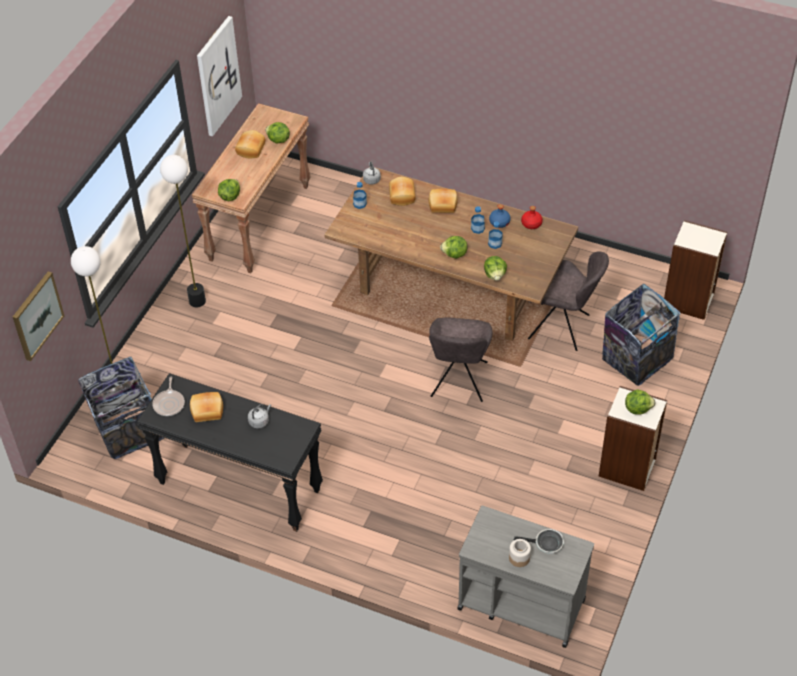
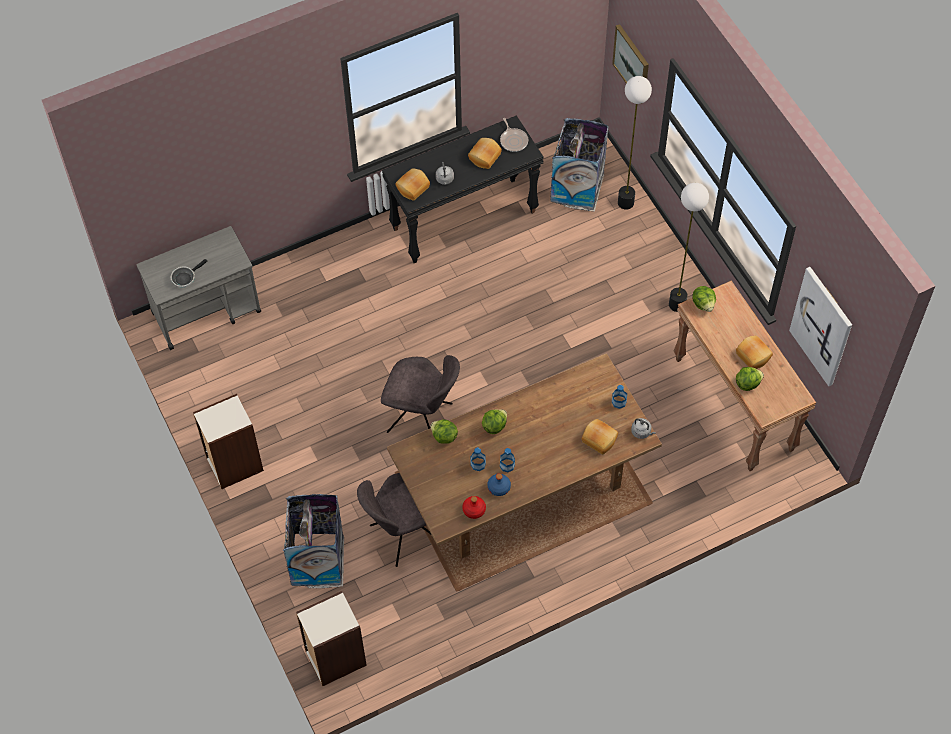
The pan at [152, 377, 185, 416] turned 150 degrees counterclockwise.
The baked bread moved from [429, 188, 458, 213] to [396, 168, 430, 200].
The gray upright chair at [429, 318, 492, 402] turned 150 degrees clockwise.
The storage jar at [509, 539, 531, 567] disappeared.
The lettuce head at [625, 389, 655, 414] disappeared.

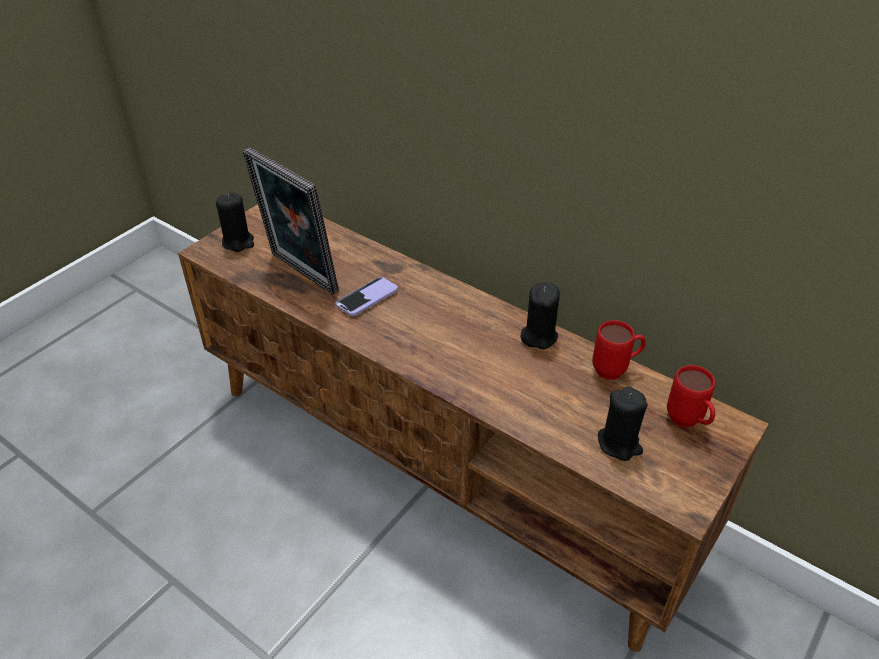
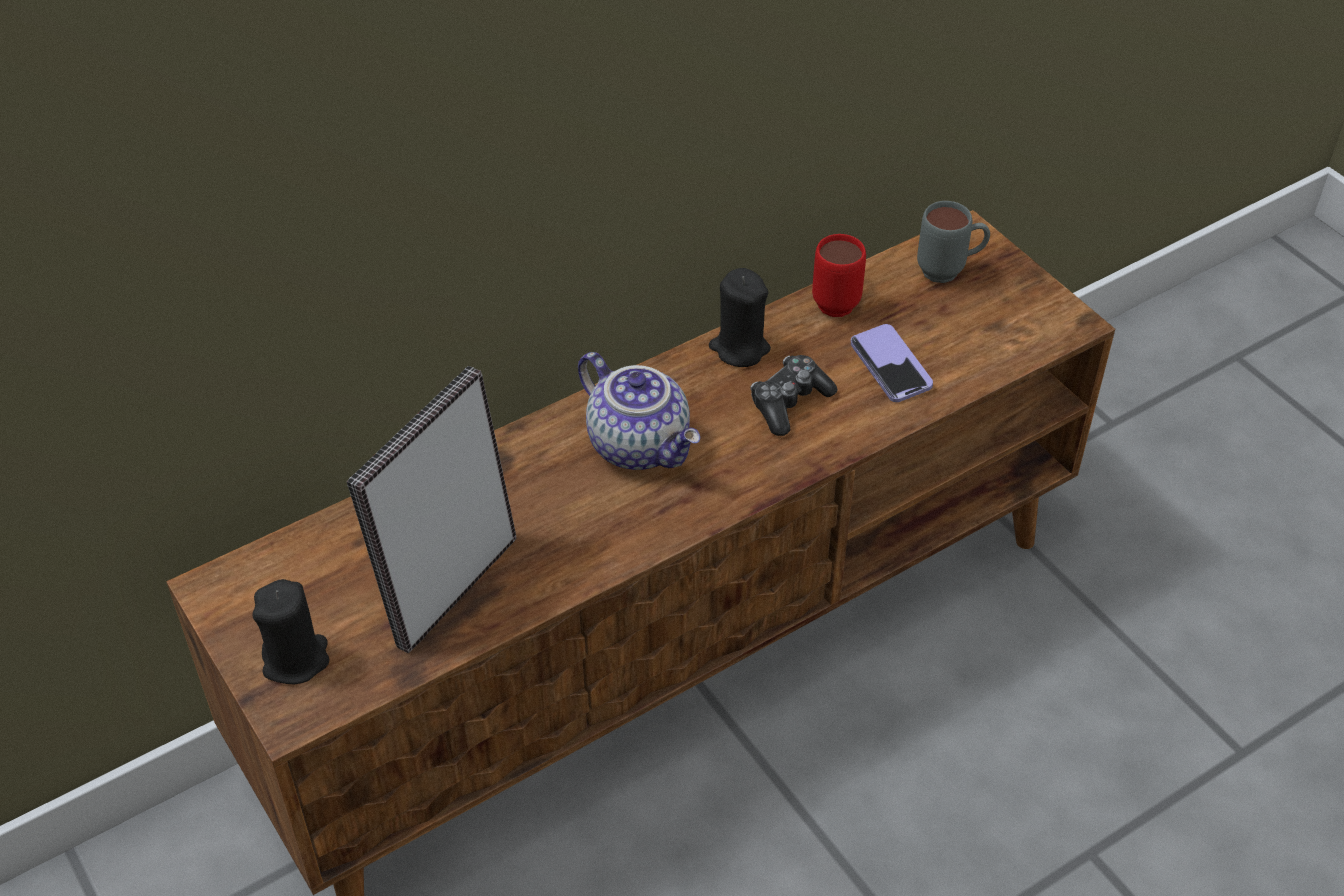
The picture frame at [243, 147, 339, 295] turned 150 degrees clockwise.
The telephone moved from [336, 277, 398, 316] to [851, 324, 933, 402].
The black wax candle at [598, 387, 647, 461] disappeared.
The red-coloured coffee mug at [667, 365, 715, 428] became the gray coffee mug at [917, 201, 990, 283].
The tea pot at [578, 352, 700, 470] appeared.
The joypad at [750, 355, 837, 436] appeared.

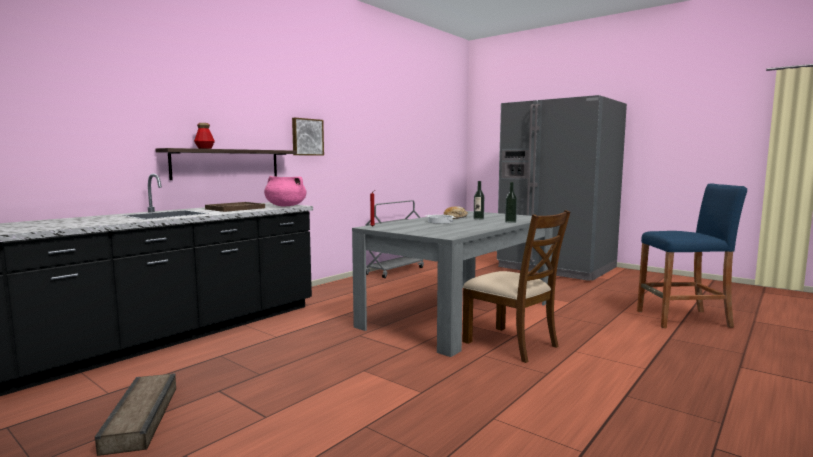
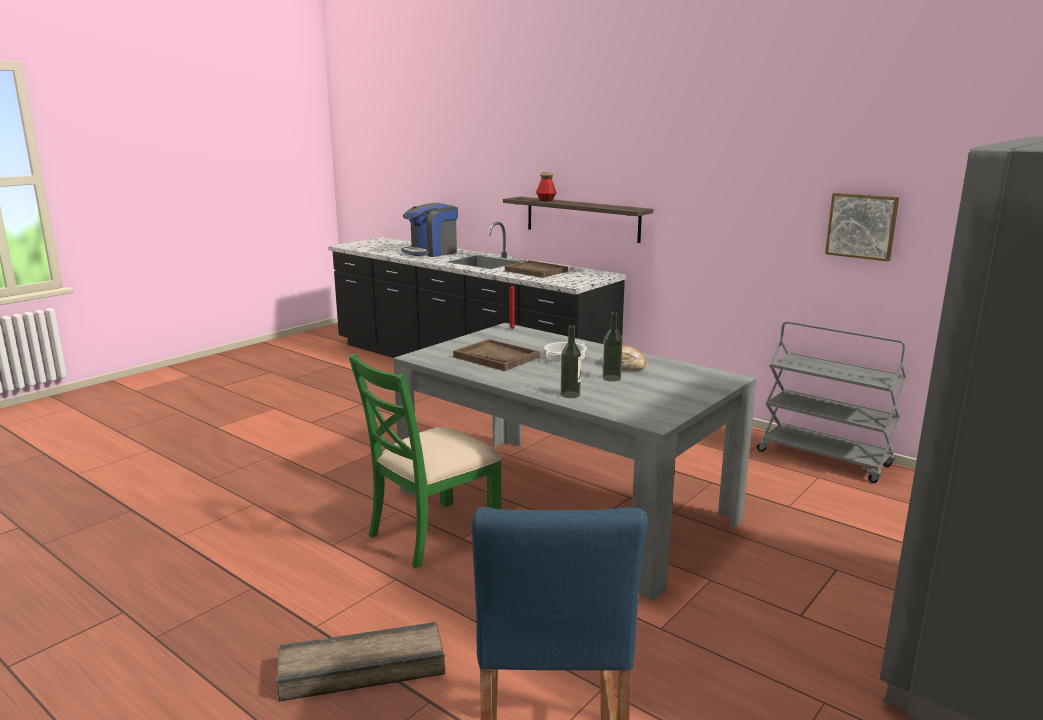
The crate moved from [95, 373, 176, 456] to [277, 622, 445, 701].
The pink-coloured saucepot at [264, 176, 307, 206] disappeared.
The wall picture moved from [292, 118, 324, 156] to [825, 193, 899, 261].
The brownish upright chair at [463, 210, 570, 363] became the greenish upright chair at [349, 353, 502, 568].
The coffee machine at [401, 203, 458, 257] appeared.
The brownish carrying tray at [453, 339, 540, 371] appeared.

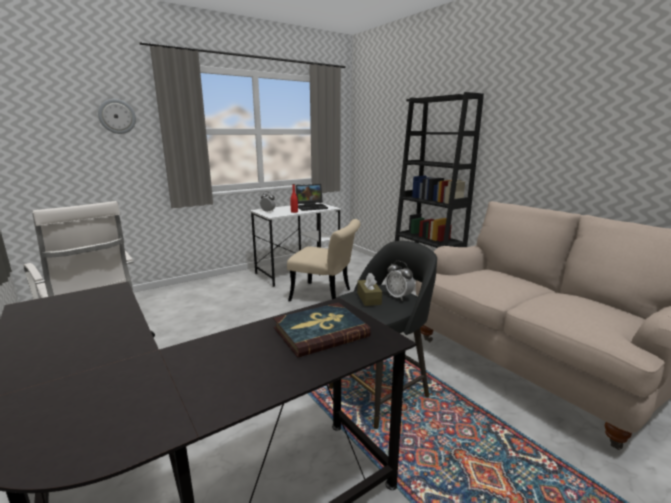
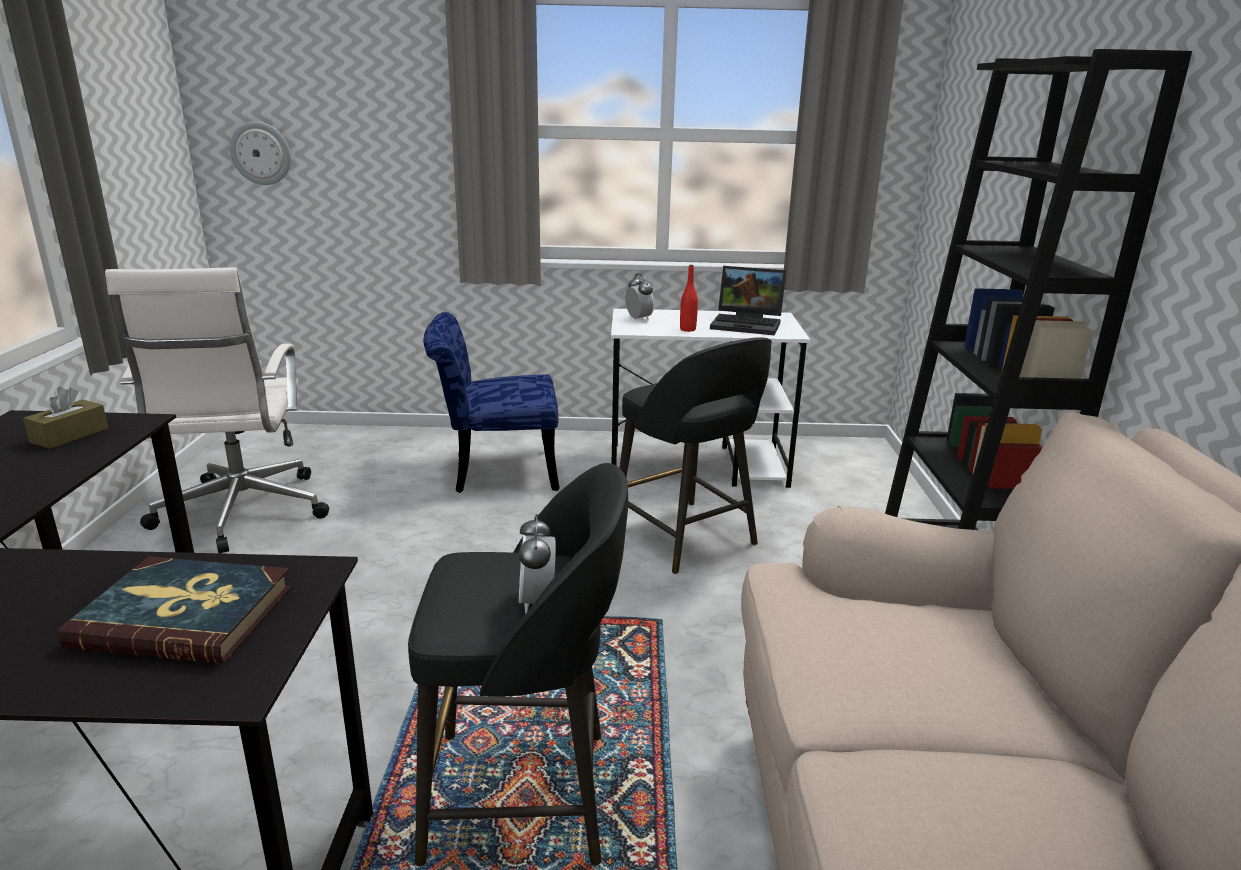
The hanging clock moved from [98, 99, 136, 134] to [230, 121, 291, 185].
The beige-coloured upright chair at [287, 219, 361, 301] was replaced by the black sitting stool at [619, 337, 772, 574].
The brownish tissue box moved from [357, 273, 382, 306] to [23, 387, 108, 449].
The blue upright chair at [423, 312, 559, 493] appeared.

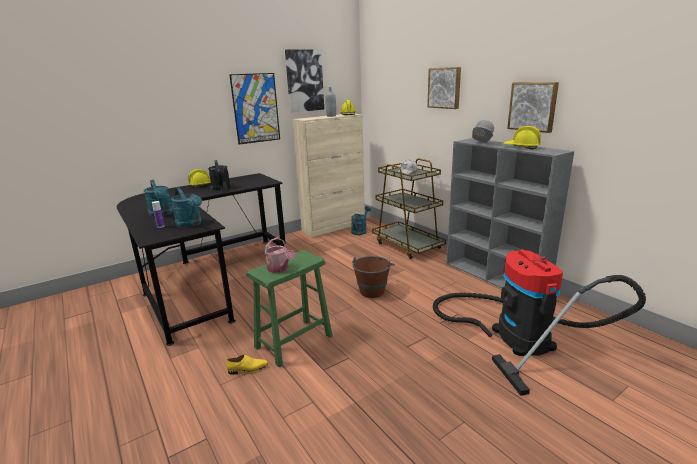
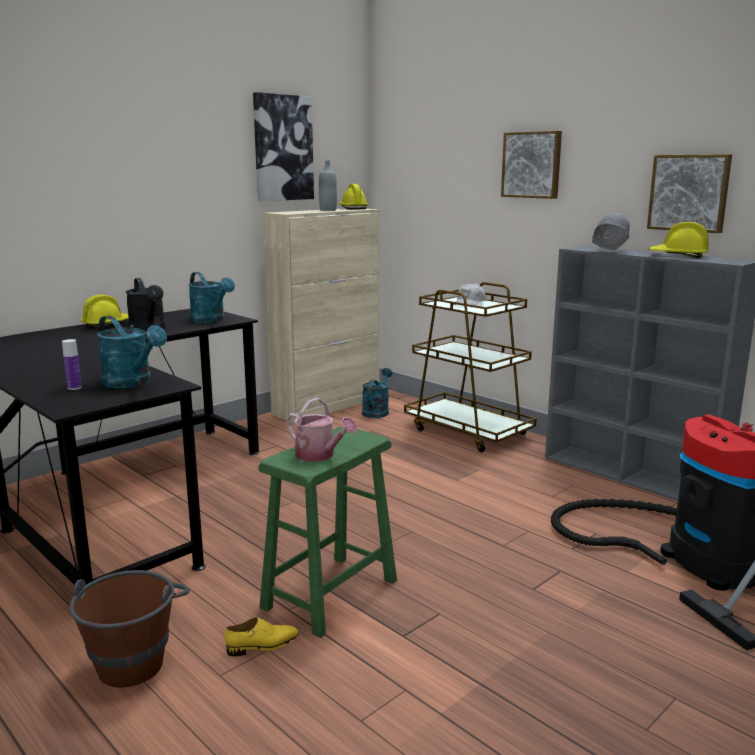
The turquoise-coloured sprinkling can moved from [143, 180, 173, 217] to [188, 272, 235, 323].
The wall picture at [229, 73, 280, 145] disappeared.
The brownish pail moved from [352, 256, 395, 298] to [69, 570, 190, 687].

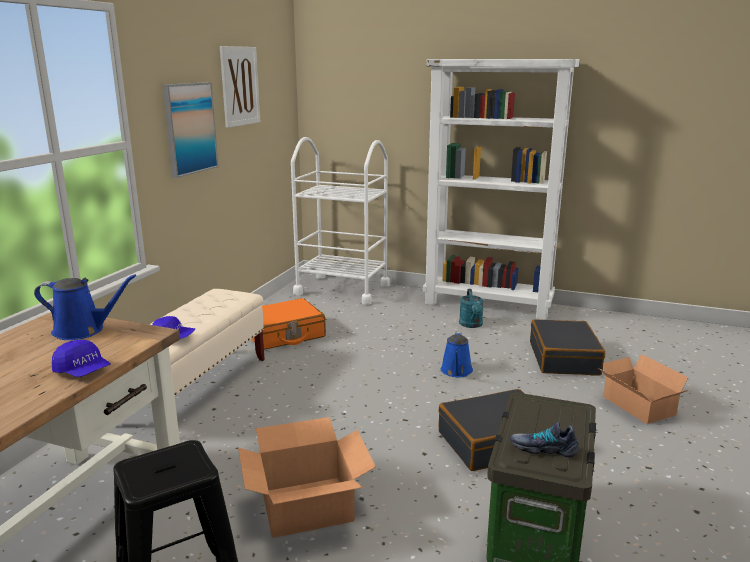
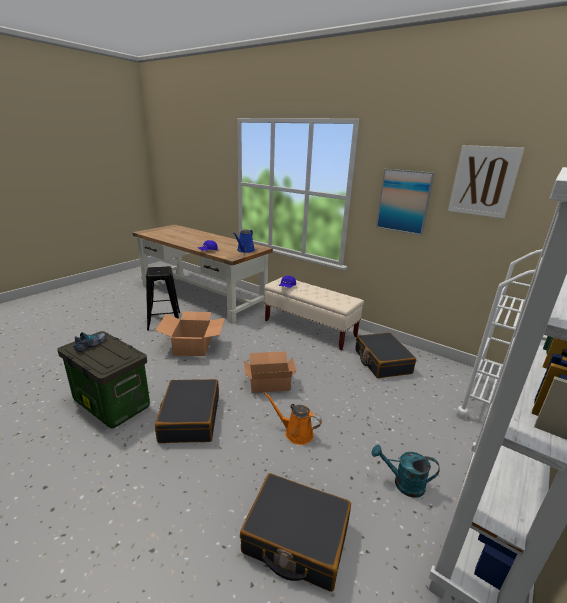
The orange suitcase at [252, 298, 326, 350] became the black suitcase at [355, 332, 416, 378].
The blue sprinkling can at [441, 332, 473, 377] became the orange sprinkling can at [264, 392, 322, 445].
The cardboard box moved from [598, 354, 688, 424] to [244, 351, 297, 393].

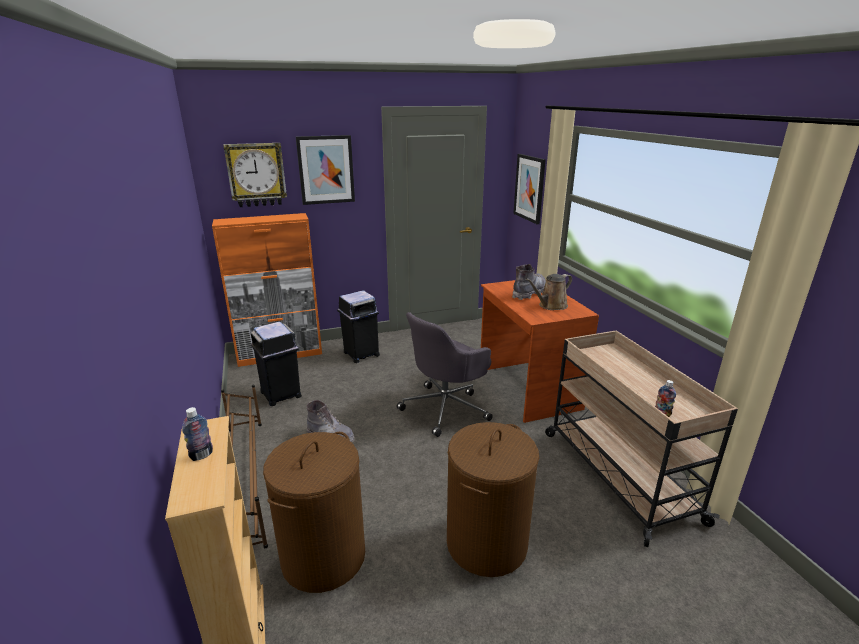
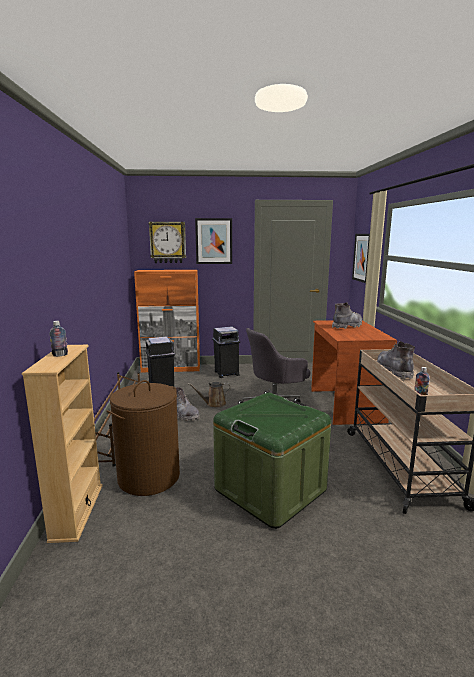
The brownish hamper at [447, 422, 539, 577] was replaced by the greenish storage container at [213, 393, 331, 529].
The brownish sprinkling can moved from [526, 274, 572, 310] to [188, 382, 231, 408].
The gray boot at [377, 341, 415, 379] appeared.

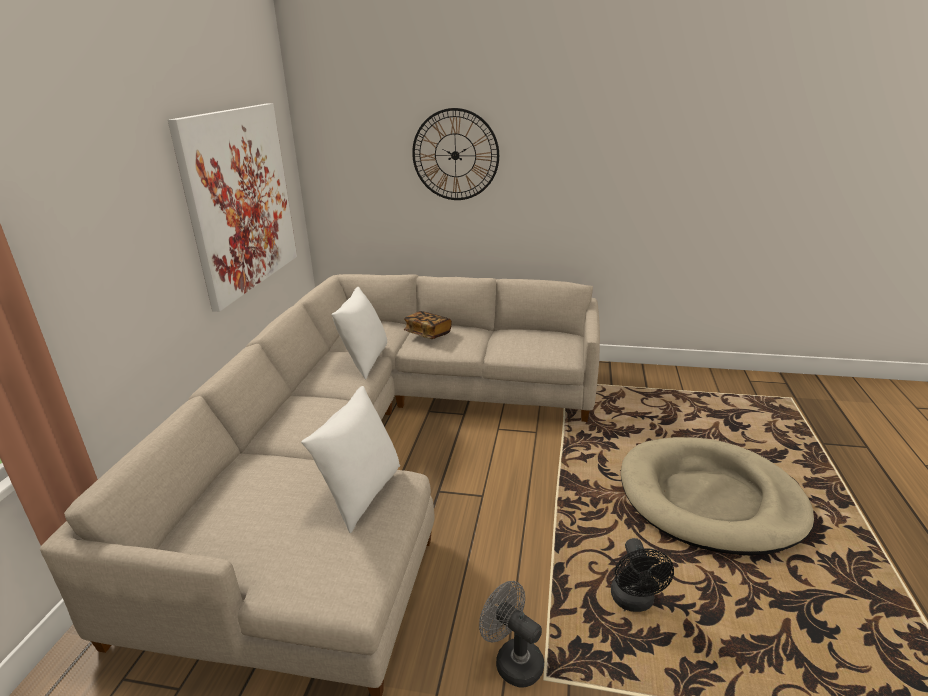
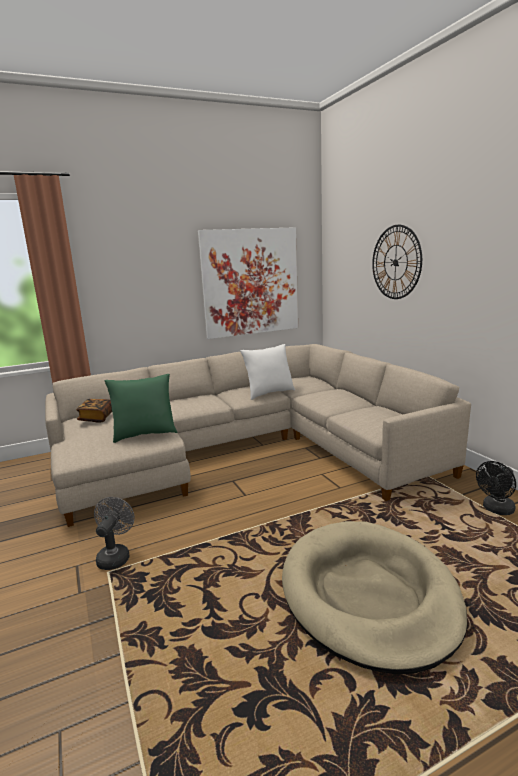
The whitish pillow at [301, 386, 400, 533] became the greenish pillow at [105, 374, 178, 443].
The bound book moved from [404, 311, 452, 339] to [76, 399, 112, 423].
The black electric fan moved from [611, 538, 674, 612] to [476, 461, 516, 515].

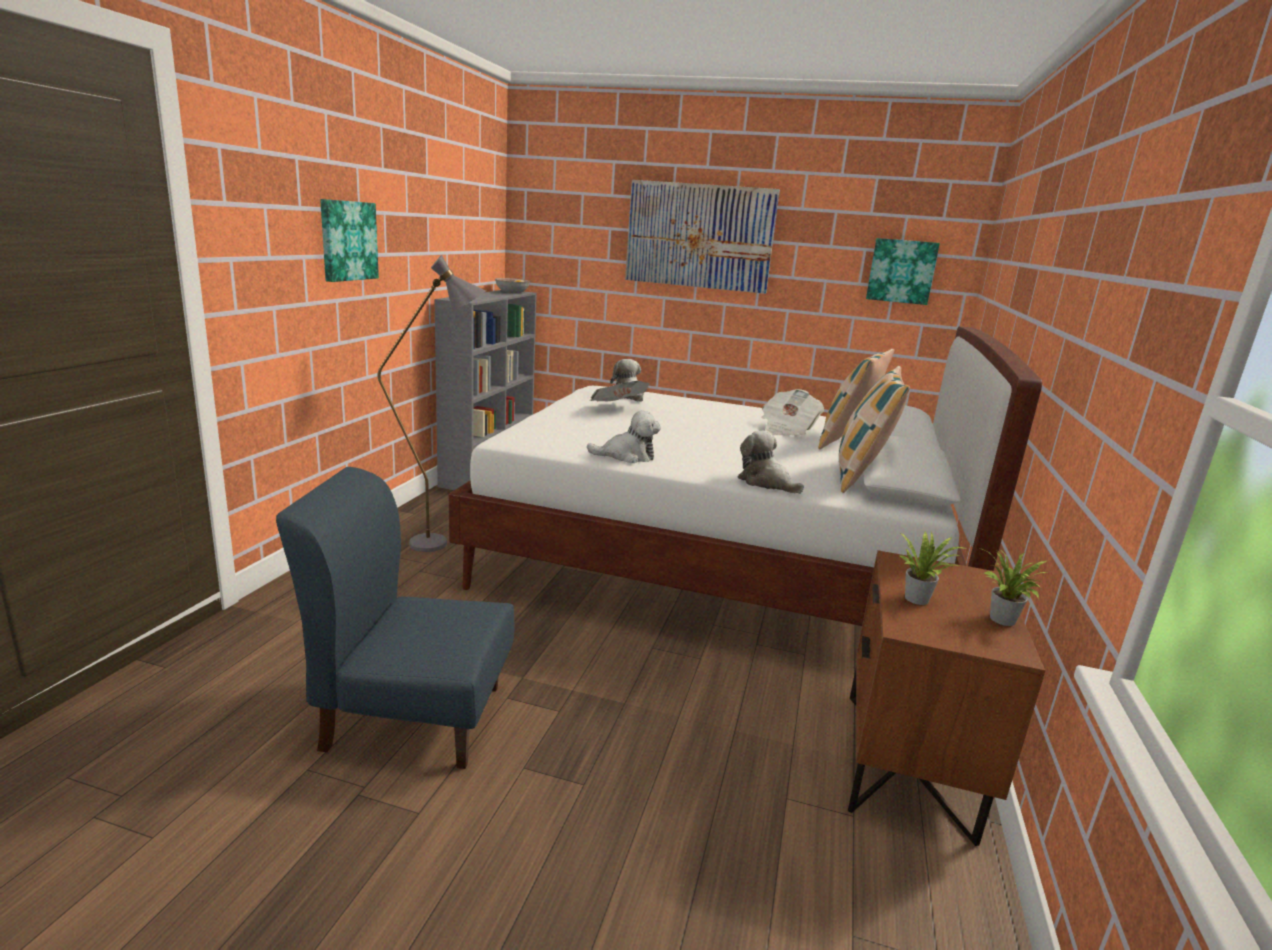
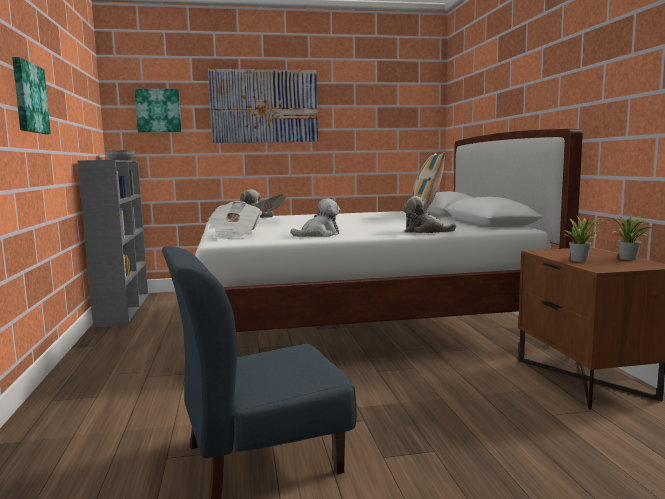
The gray floor lamp at [378, 255, 486, 552] disappeared.
The daily paper moved from [761, 389, 824, 435] to [208, 201, 262, 239].
The pillow at [839, 366, 910, 493] disappeared.
The wall picture moved from [866, 238, 940, 305] to [135, 89, 182, 132].

